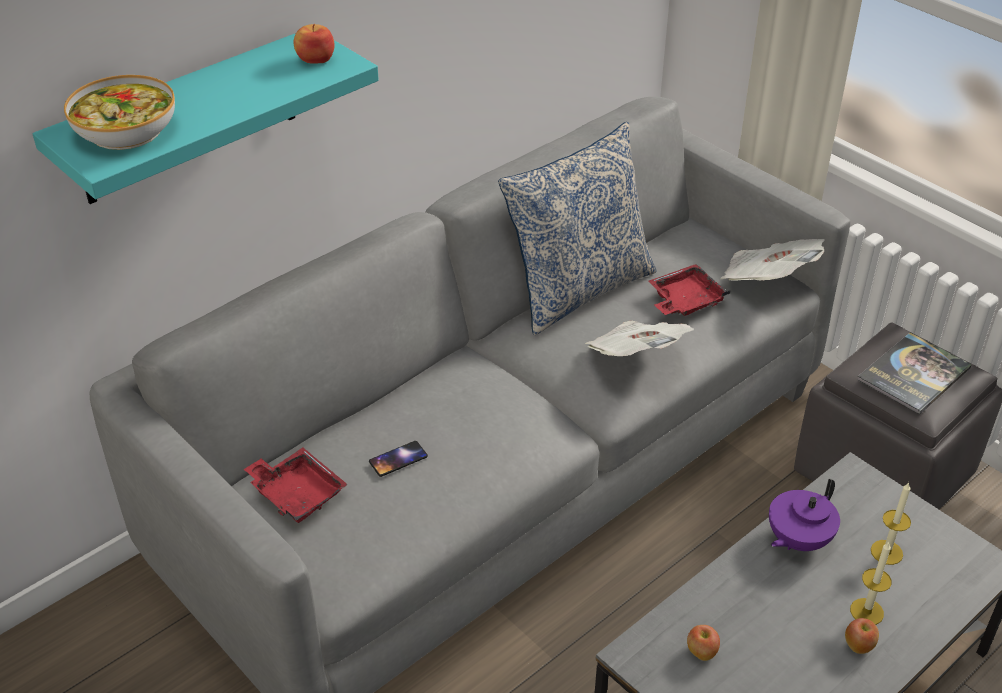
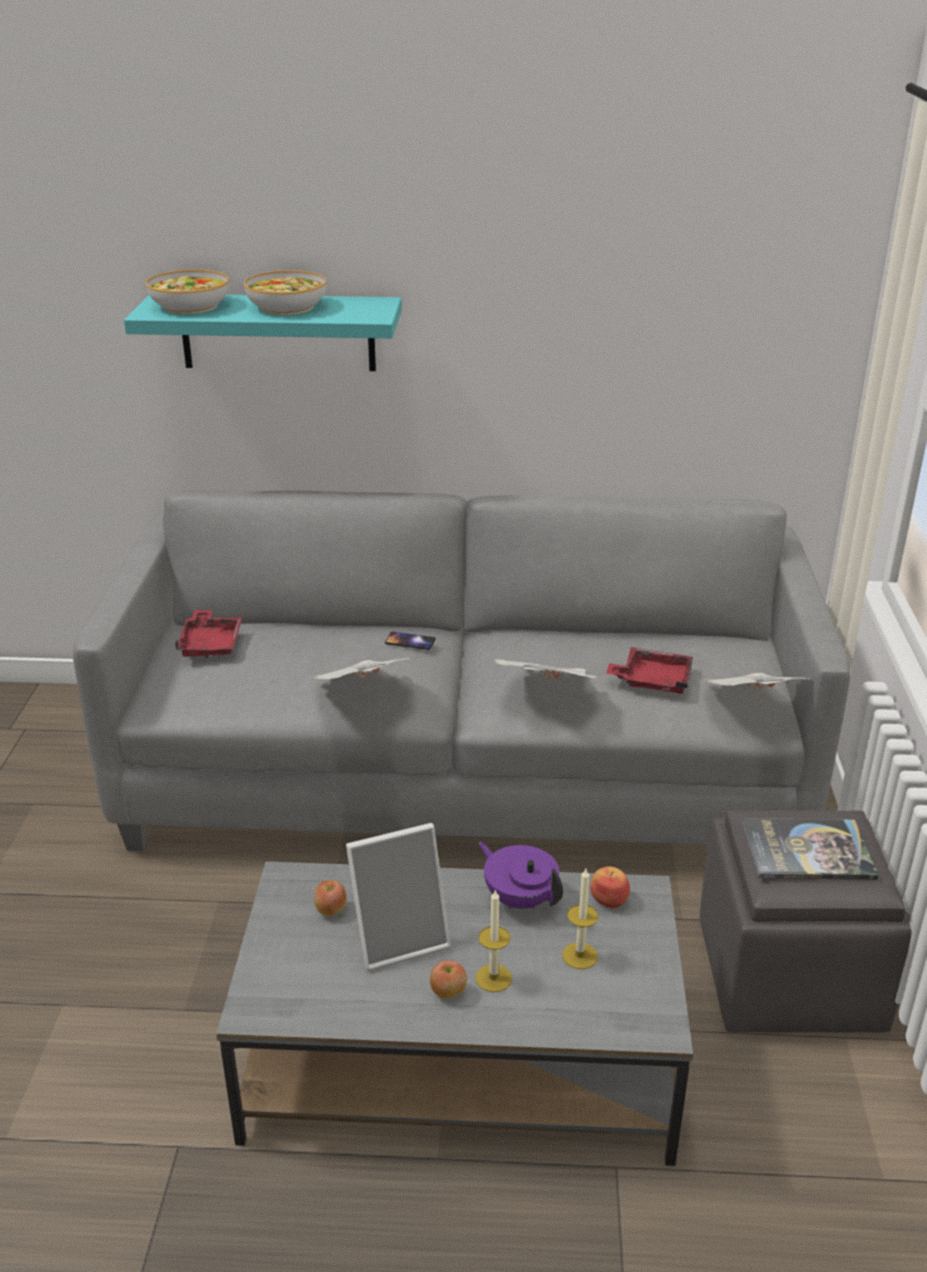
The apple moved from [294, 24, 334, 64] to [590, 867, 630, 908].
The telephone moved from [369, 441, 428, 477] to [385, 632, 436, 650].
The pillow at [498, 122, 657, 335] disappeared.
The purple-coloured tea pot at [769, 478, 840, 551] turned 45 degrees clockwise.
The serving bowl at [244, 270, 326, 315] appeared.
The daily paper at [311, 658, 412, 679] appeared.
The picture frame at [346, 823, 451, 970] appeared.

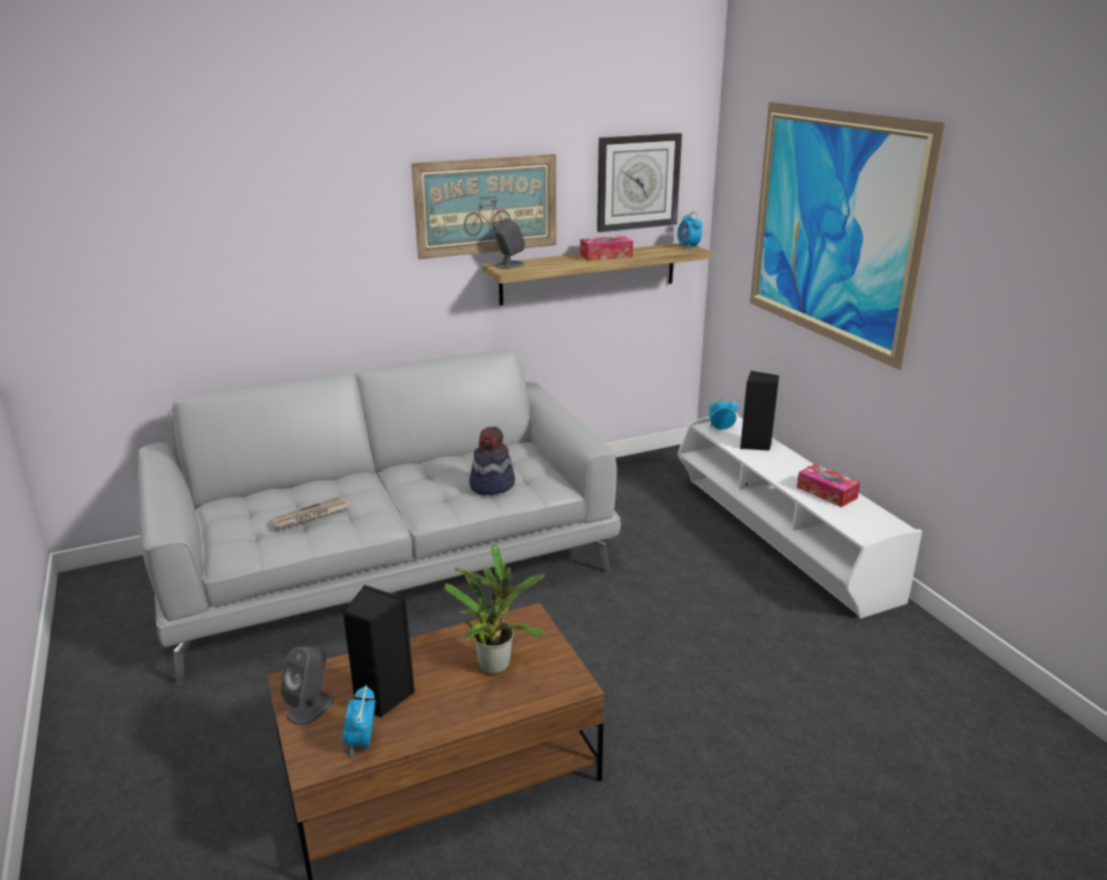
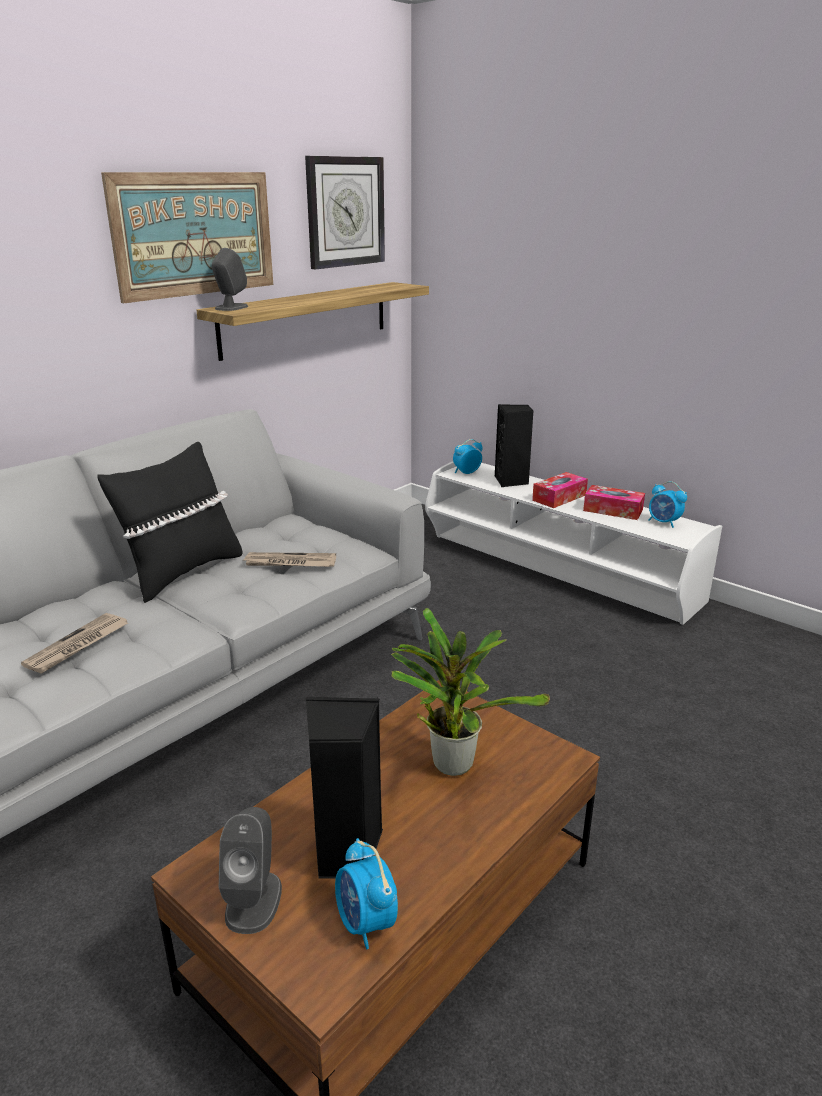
The wearable hat at [469, 427, 515, 495] was replaced by the daily paper at [244, 552, 336, 567].
The tissue box moved from [580, 236, 633, 261] to [532, 472, 588, 508].
The alarm clock moved from [677, 212, 703, 250] to [648, 481, 687, 528].
The wall picture at [750, 102, 946, 370] disappeared.
The black pillow at [97, 442, 243, 603] appeared.

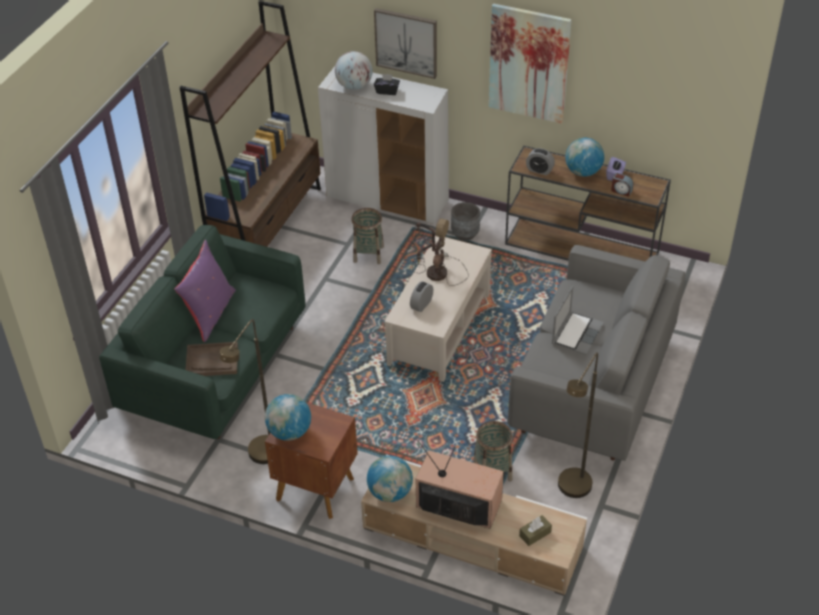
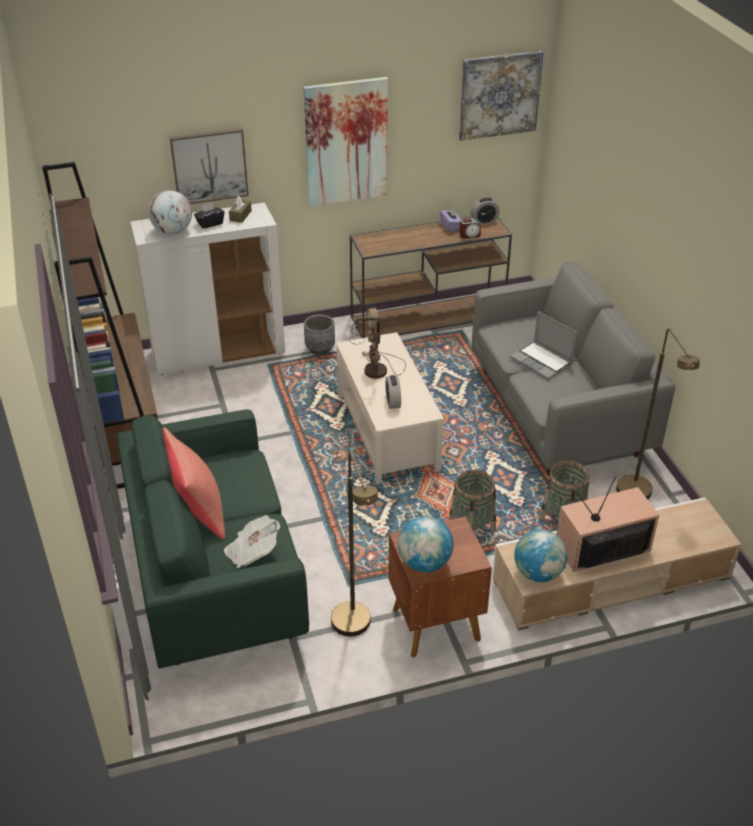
The purple-coloured pillow at [174, 240, 236, 342] became the red-coloured pillow at [163, 427, 225, 539].
The brownish carrying tray at [186, 342, 238, 376] was replaced by the daily paper at [224, 515, 280, 568].
The storage basket moved from [352, 208, 384, 264] to [449, 470, 496, 532].
The brownish tissue box moved from [519, 515, 552, 546] to [229, 196, 252, 223].
The alarm clock moved from [526, 148, 555, 175] to [471, 197, 499, 224].
The portable computer at [552, 286, 604, 355] turned 150 degrees clockwise.
The globe at [565, 138, 604, 177] disappeared.
The wall picture at [459, 51, 544, 141] appeared.

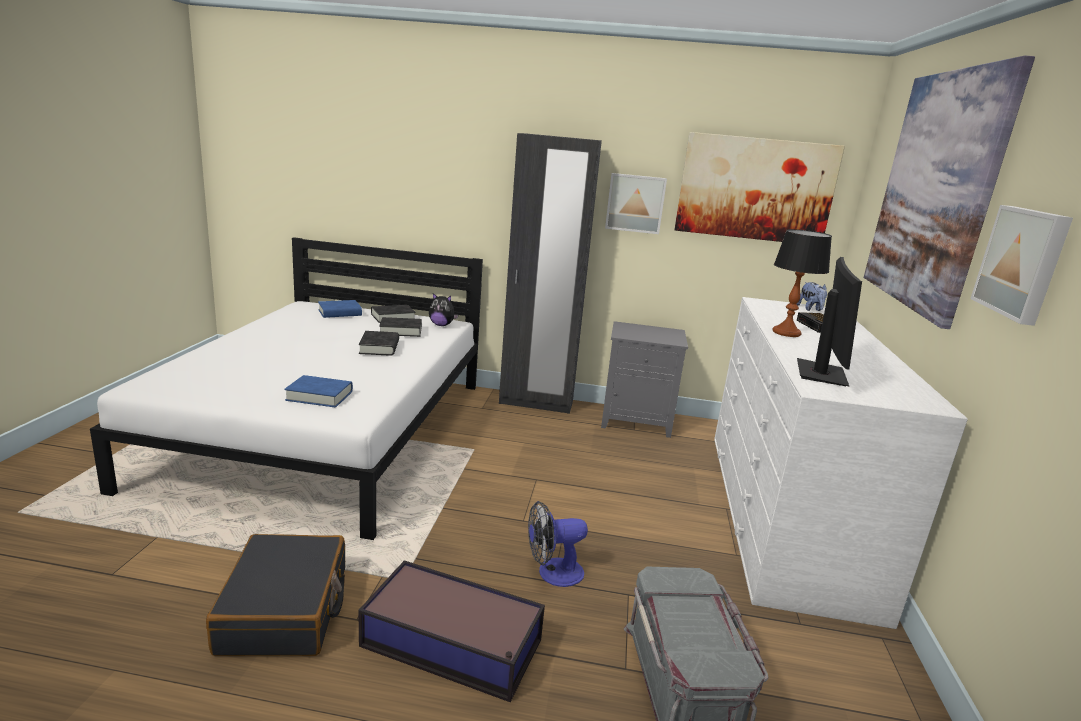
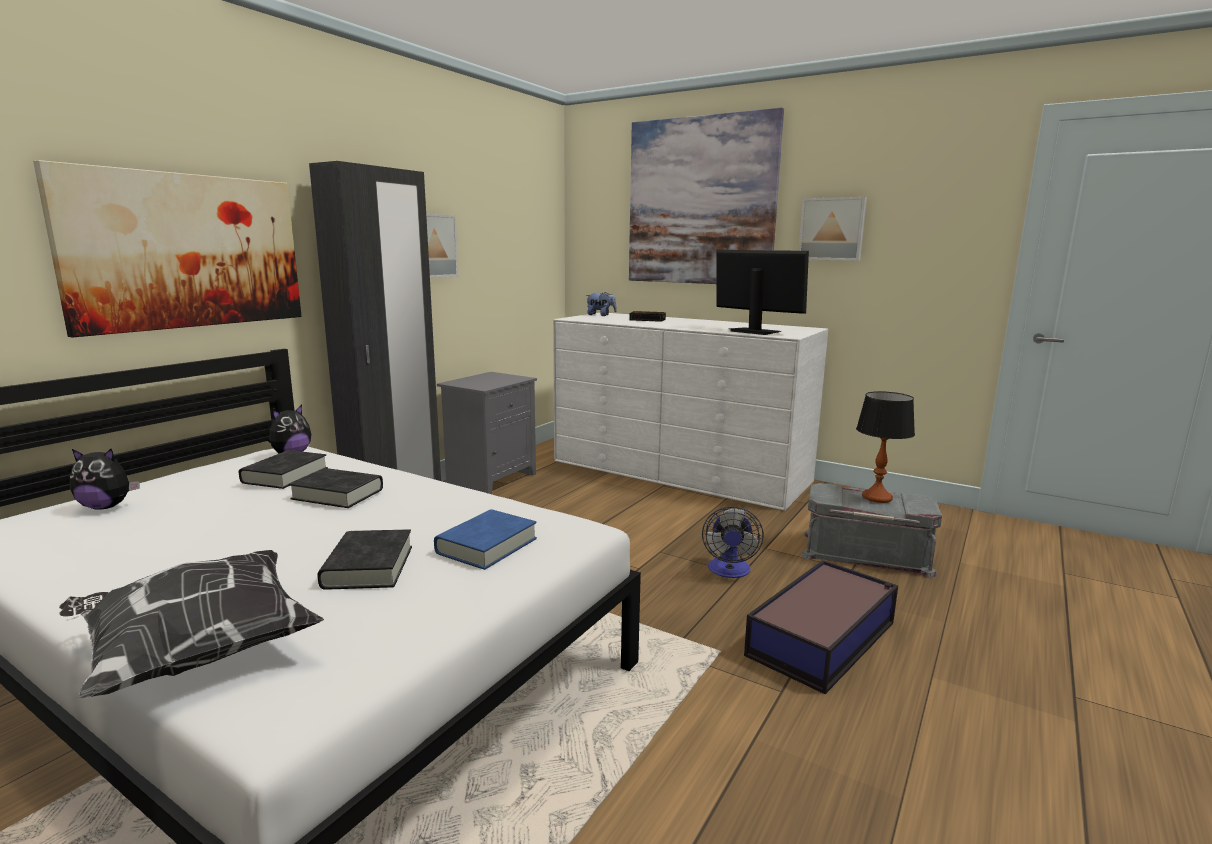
The black suitcase at [206, 534, 345, 656] disappeared.
The blue bound book at [318, 300, 362, 318] was replaced by the cuddly toy at [70, 449, 140, 510].
The black bound book moved from [371, 305, 416, 323] to [317, 529, 412, 590].
The wall picture moved from [674, 132, 845, 242] to [33, 160, 302, 338].
The lamp for a table moved from [773, 229, 832, 337] to [856, 391, 915, 503].
The pillow at [59, 550, 324, 698] appeared.

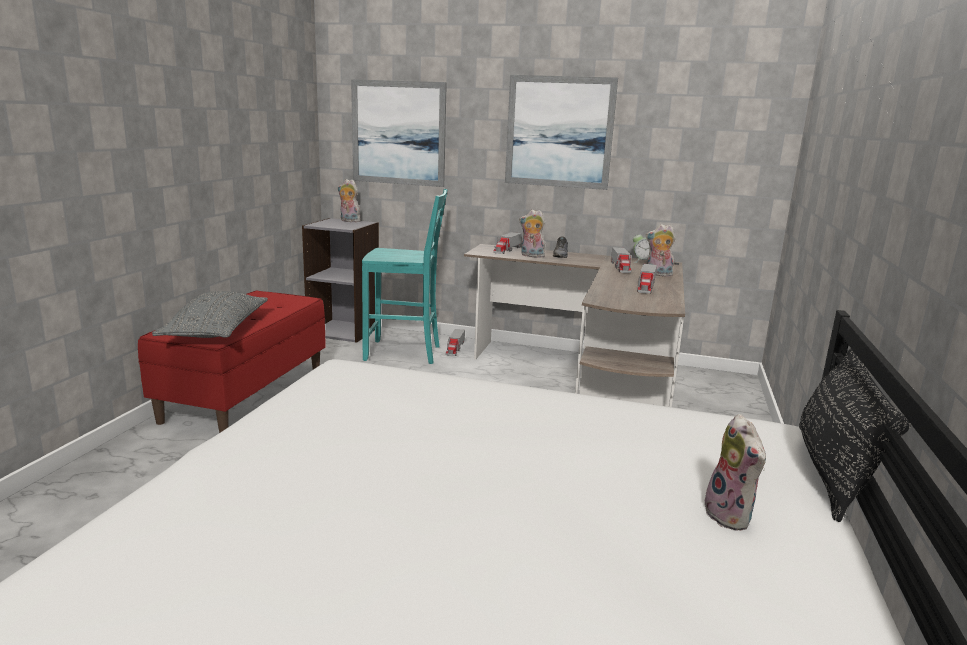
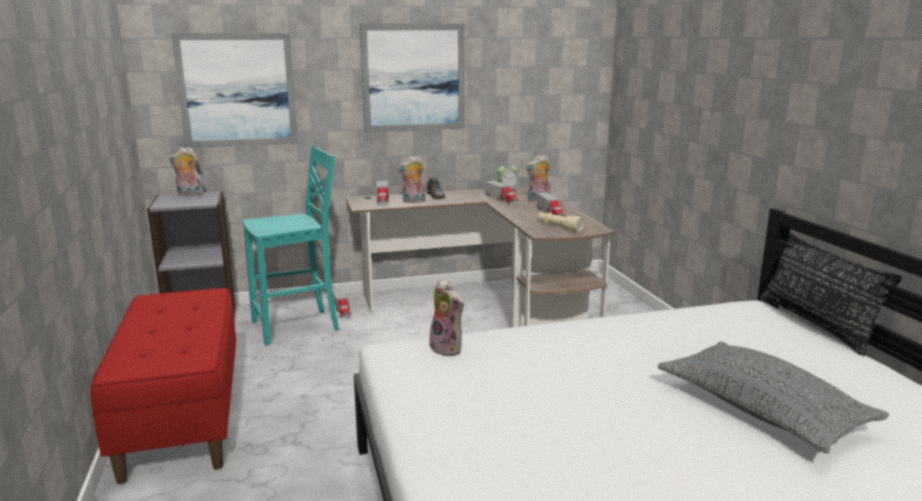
The gray pillow moved from [152, 291, 268, 338] to [658, 342, 889, 453].
The cuddly toy moved from [701, 414, 766, 530] to [429, 278, 464, 356].
The beige-coloured torch at [537, 212, 584, 232] appeared.

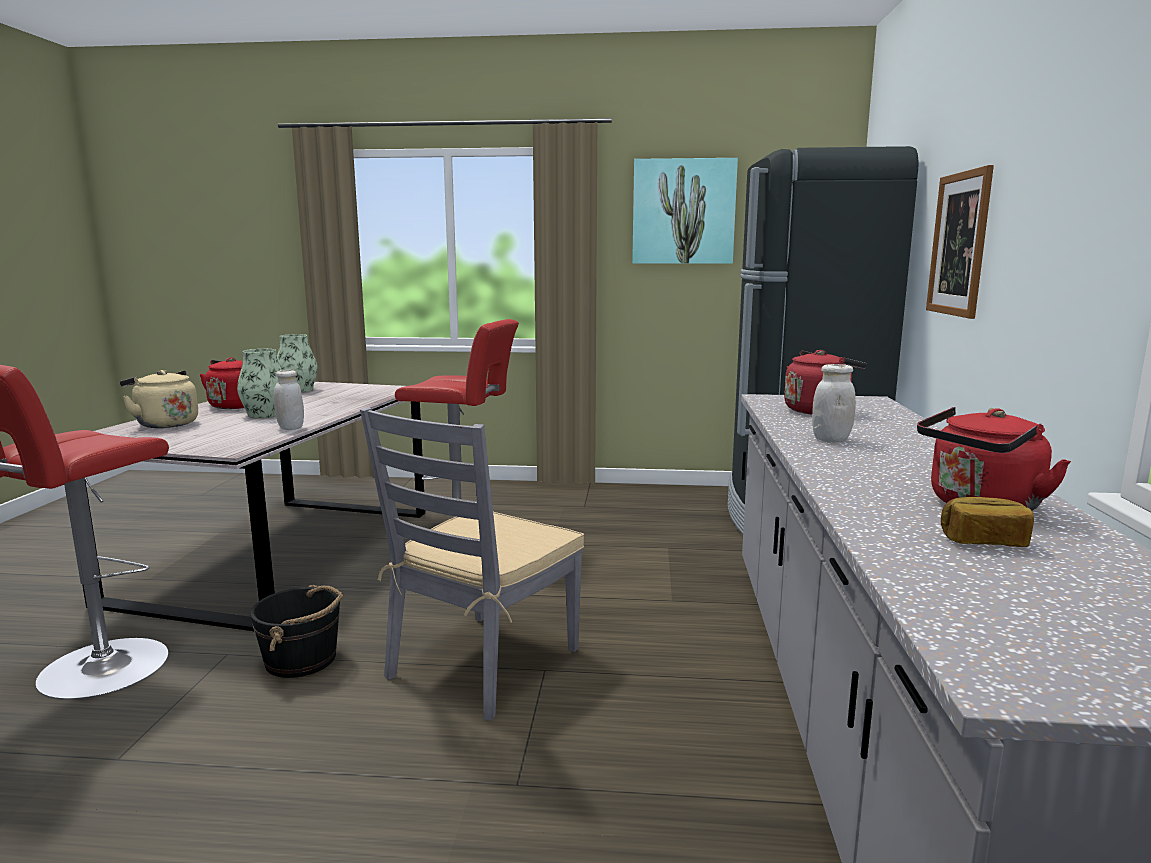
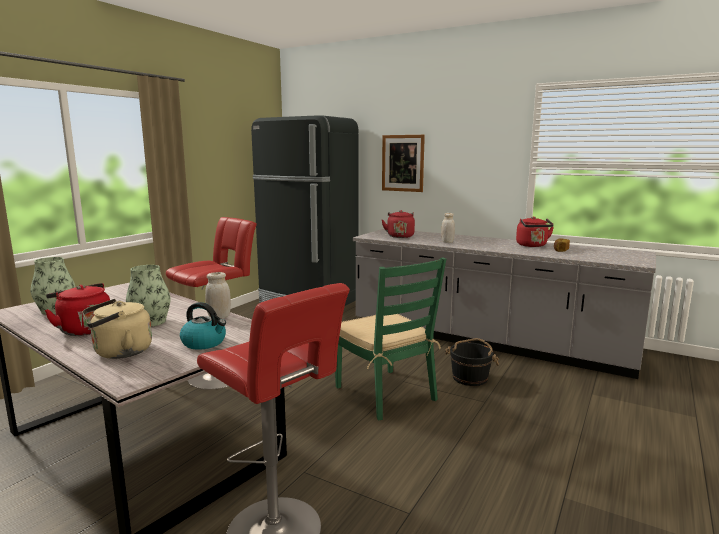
The black pail moved from [250, 584, 344, 678] to [445, 338, 499, 386].
The gray upright chair at [360, 407, 584, 721] became the greenish upright chair at [335, 257, 446, 420].
The wall picture at [632, 158, 738, 264] disappeared.
The tea kettle at [180, 302, 226, 350] appeared.

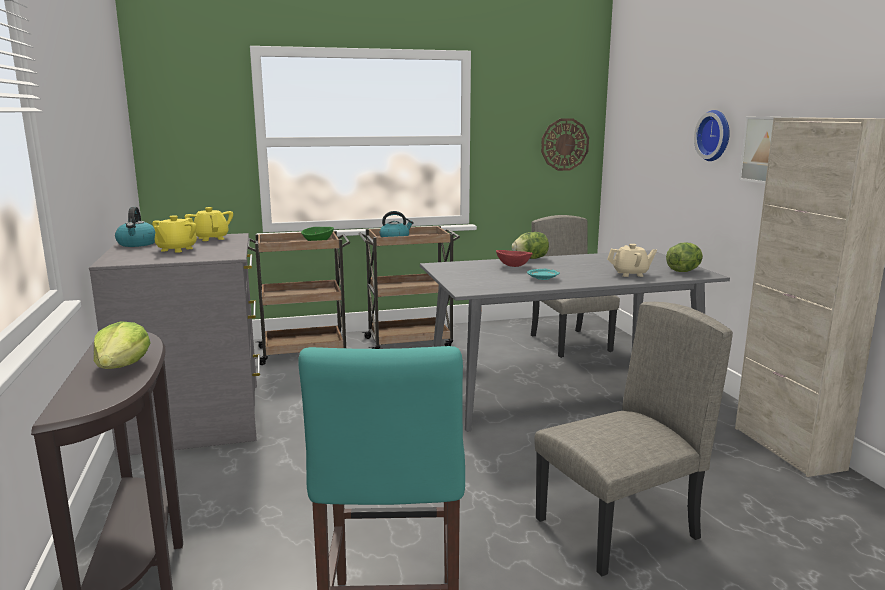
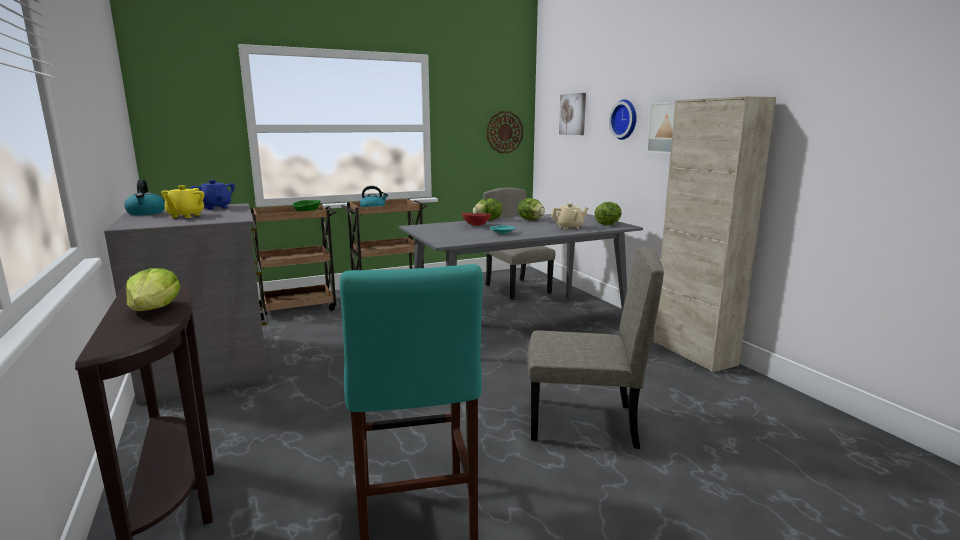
The yellowish tea pot at [185, 207, 233, 241] became the blue tea pot at [190, 180, 235, 210].
The beige-coloured upright chair at [534, 302, 733, 576] turned 45 degrees clockwise.
The lettuce head at [518, 198, 545, 220] appeared.
The wall picture at [559, 93, 586, 135] appeared.

